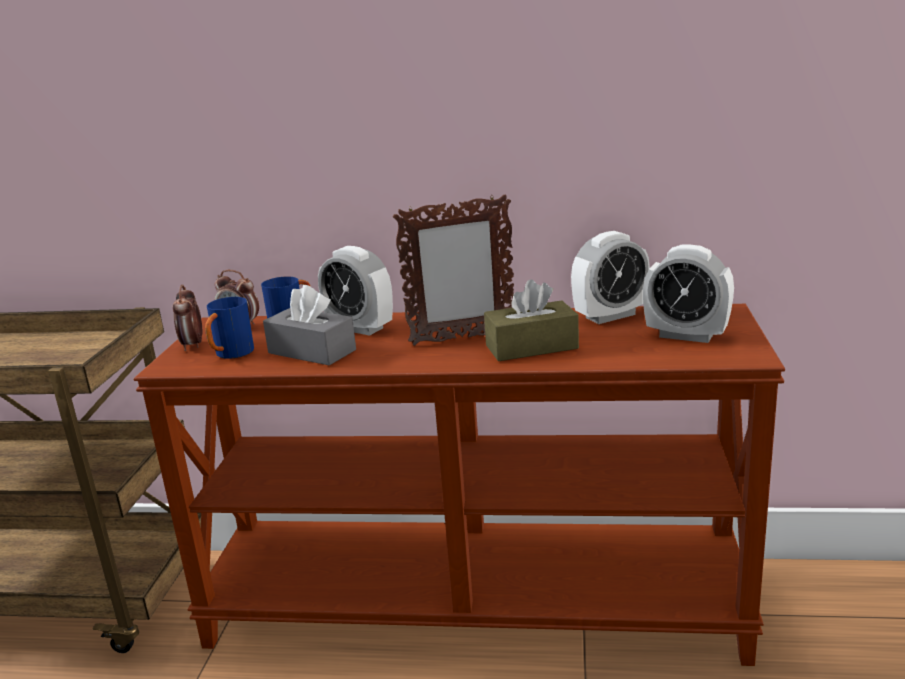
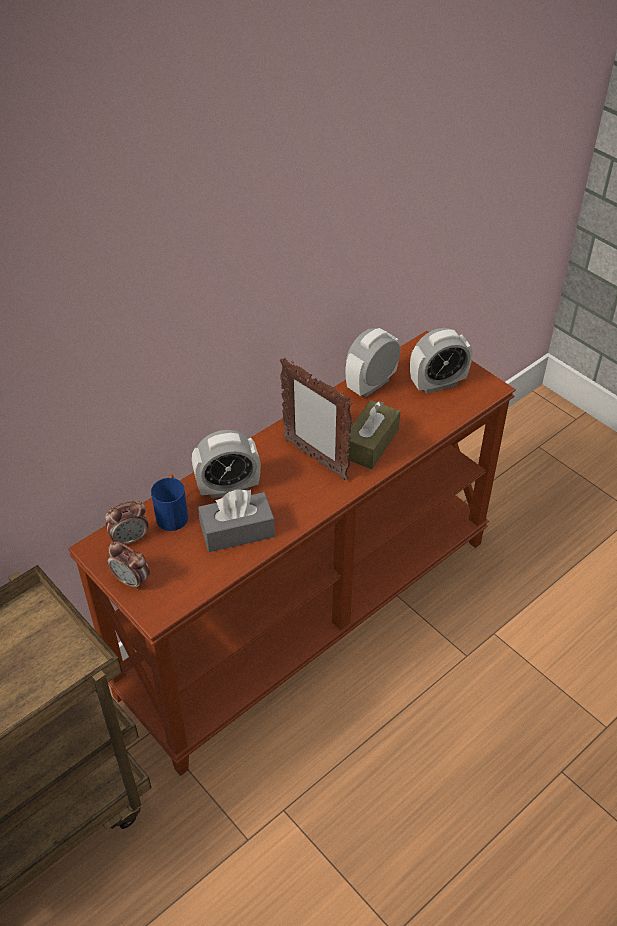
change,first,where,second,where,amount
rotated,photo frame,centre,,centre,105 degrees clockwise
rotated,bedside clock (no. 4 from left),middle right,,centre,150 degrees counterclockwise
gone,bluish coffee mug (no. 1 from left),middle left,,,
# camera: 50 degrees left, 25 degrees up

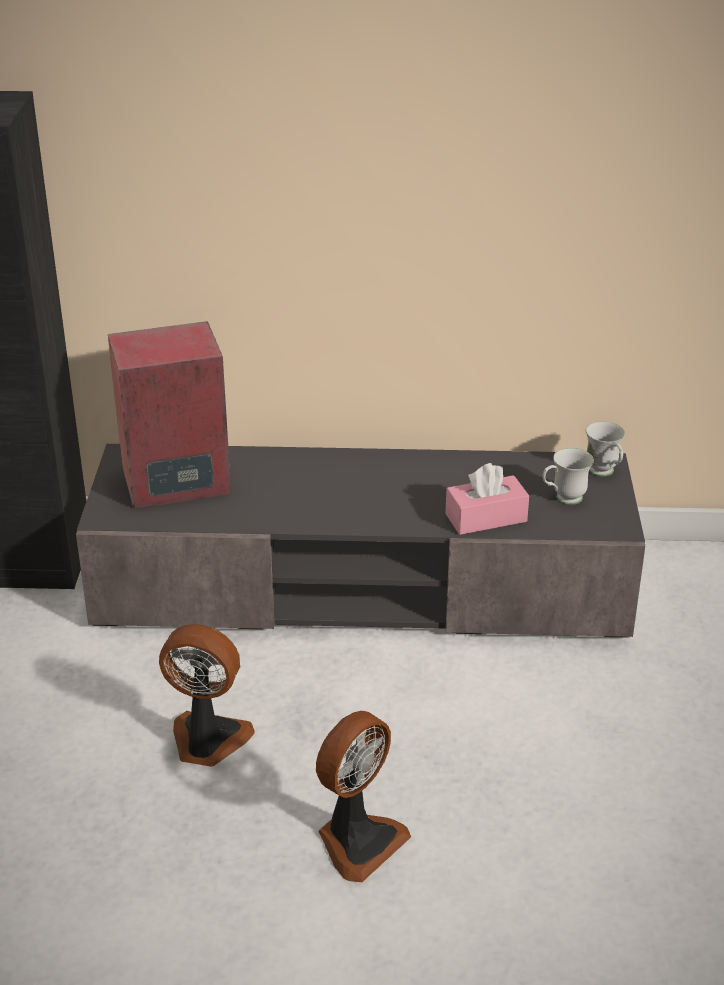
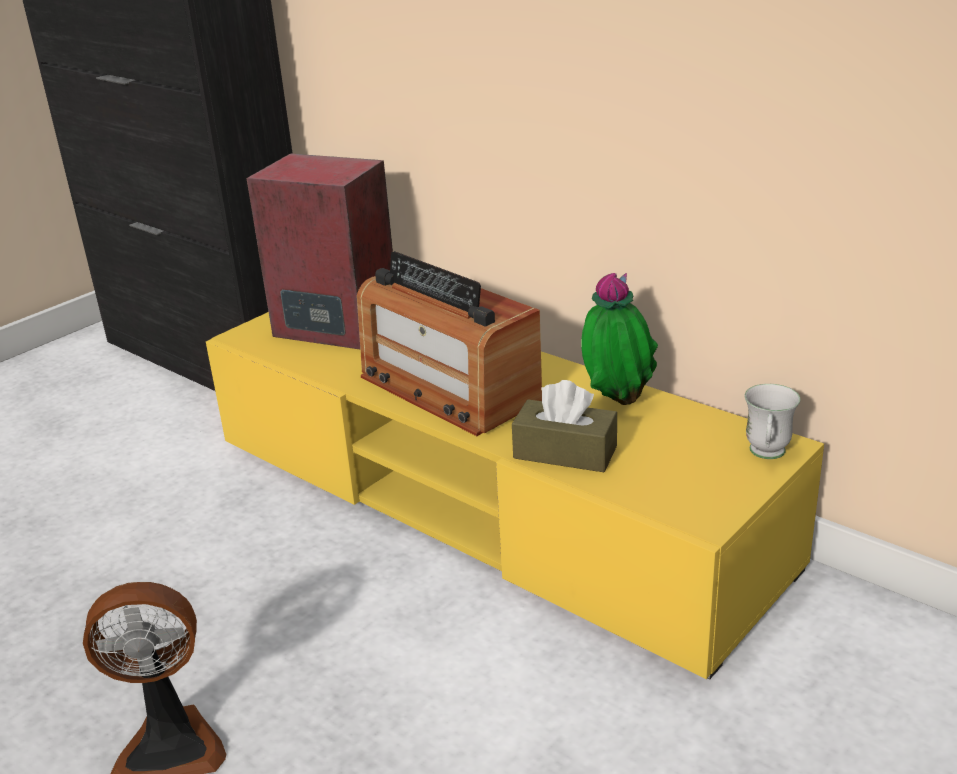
change,first,where,second,where,amount
repainted,gray media console,centre,yellow media console,centre,
new,,,radio,centre,
repainted,pink-coloured box of tissues,middle right,brown box of tissues,centre,
new,,,potted plant,centre,
gone,cooling fan (no. 1 from left),bottom left,,,
gone,white-coloured coffee mug (no. 1 from left),middle right,,,
# camera: 40 degrees right, 5 degrees down

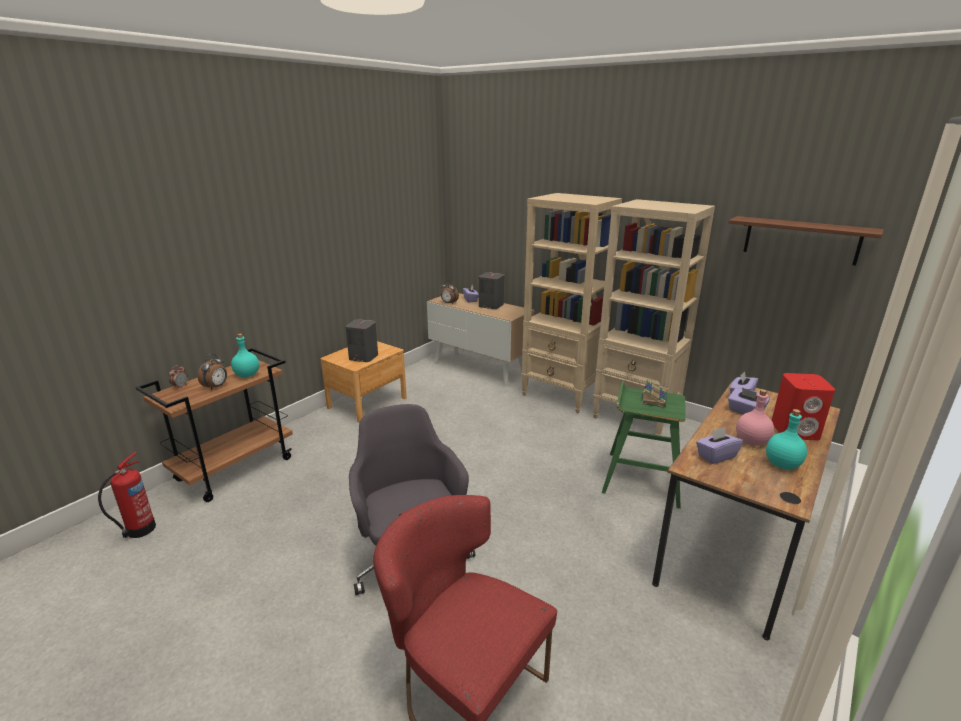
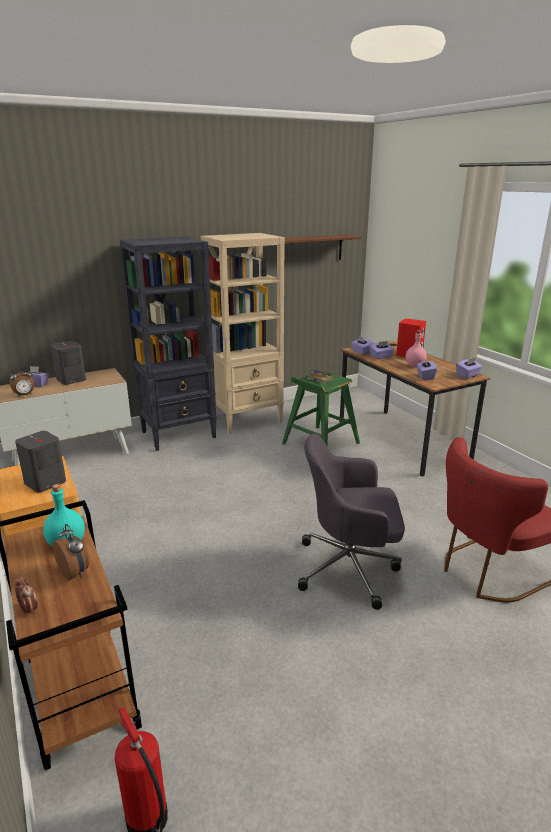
change,first,where,second,where,amount
repainted,sand-coloured bookcase (no. 1 from left),centre,black-coloured bookcase,middle left,
new,,,purple-coloured box of tissues (no. 5 from left),middle right,
gone,turquoise beverage bottle (no. 2 from left),middle right,,,
# camera: 65 degrees left, 0 degrees up

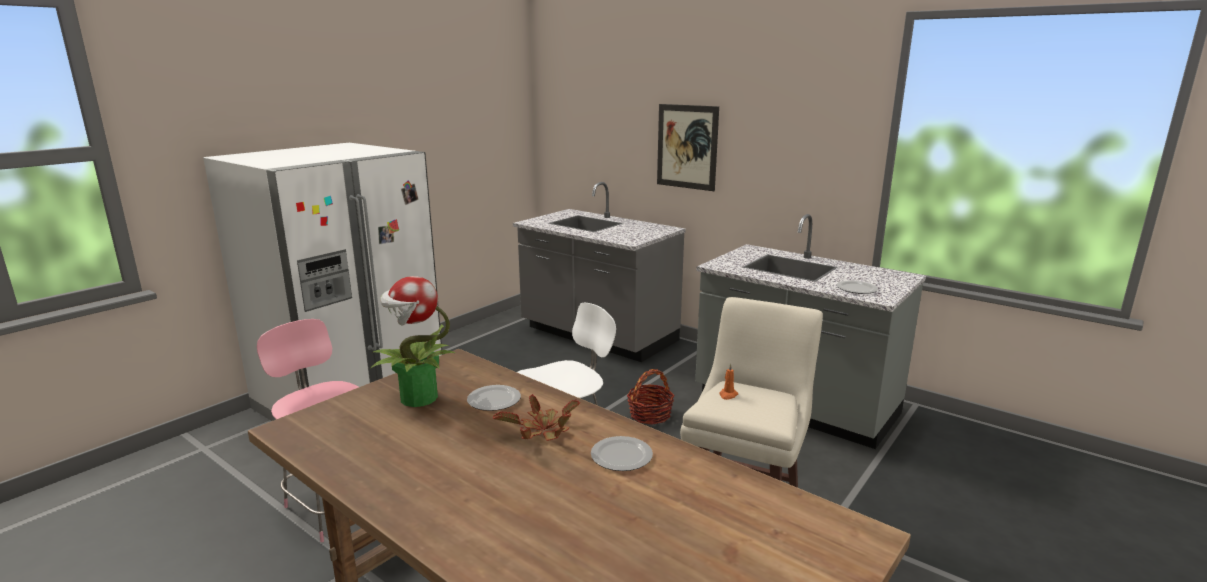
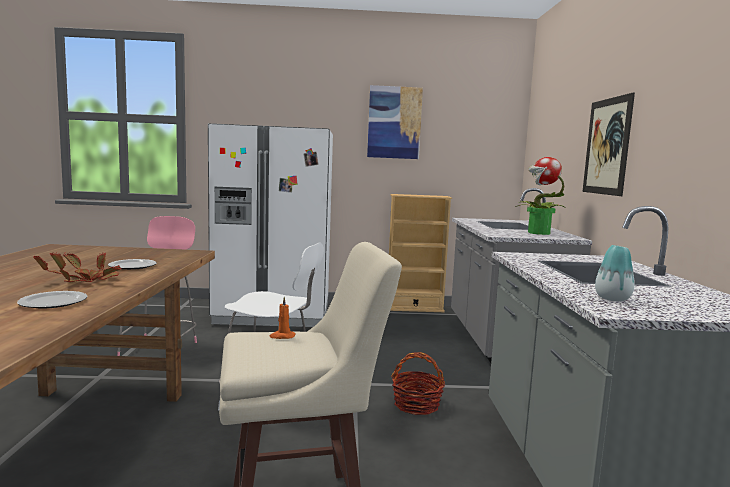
change,first,where,second,where,amount
new,,,wall art (no. 1 from left),top centre,
new,,,sand-coloured bookcase,centre,
shifted,potted plant (no. 1 from left in the first image),centre,potted plant (no. 2 from left),middle right,
swapped,dinner plate (no. 3 from left),middle right,flower vase,middle right,
# camera: 50 degrees right, 10 degrees down

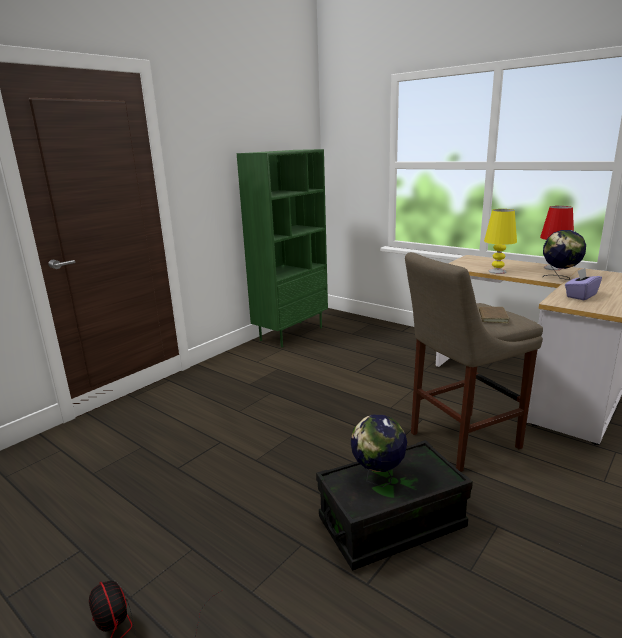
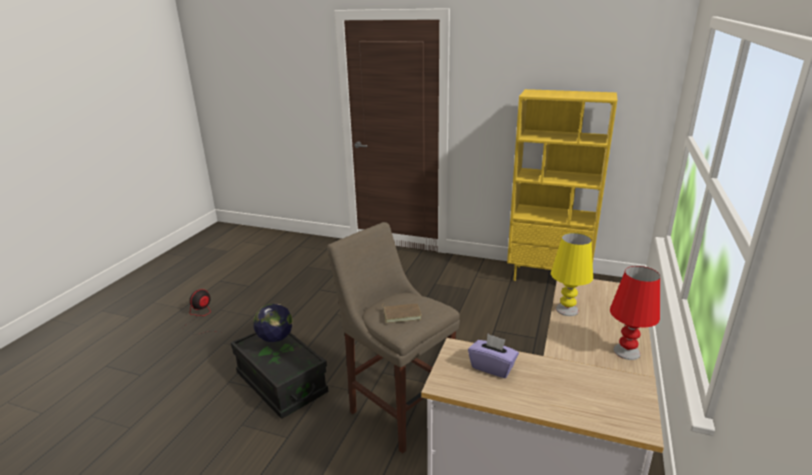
change,first,where,second,where,amount
repainted,green bookcase,centre,yellow bookcase,middle right,
gone,world globe (no. 2 from left),middle right,,,
# camera: 70 degrees right, 5 degrees up

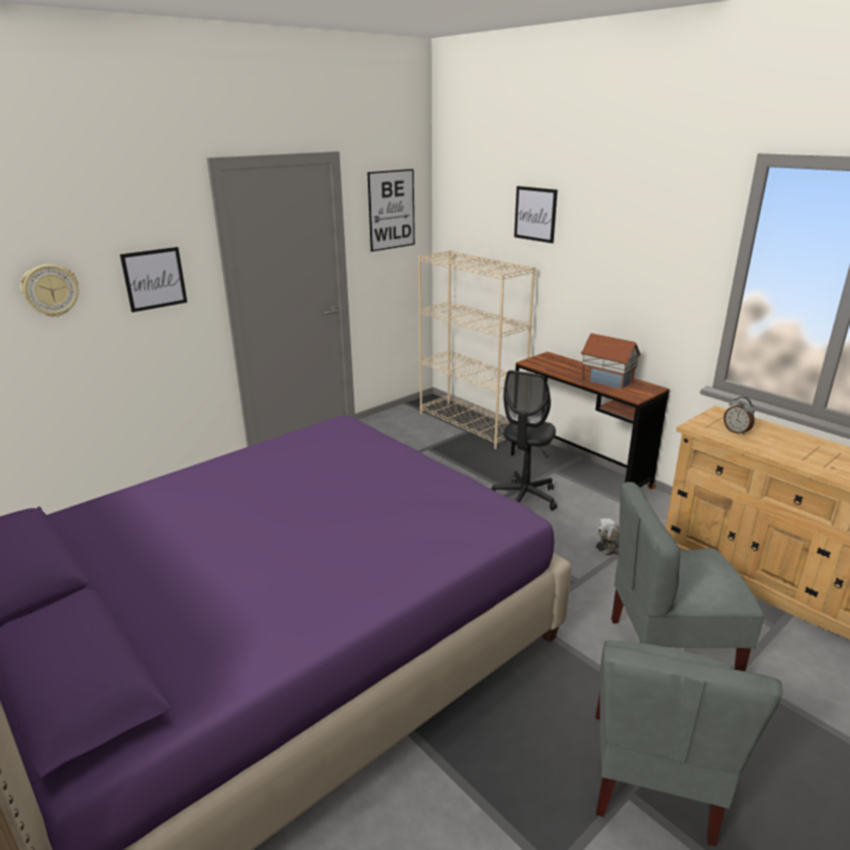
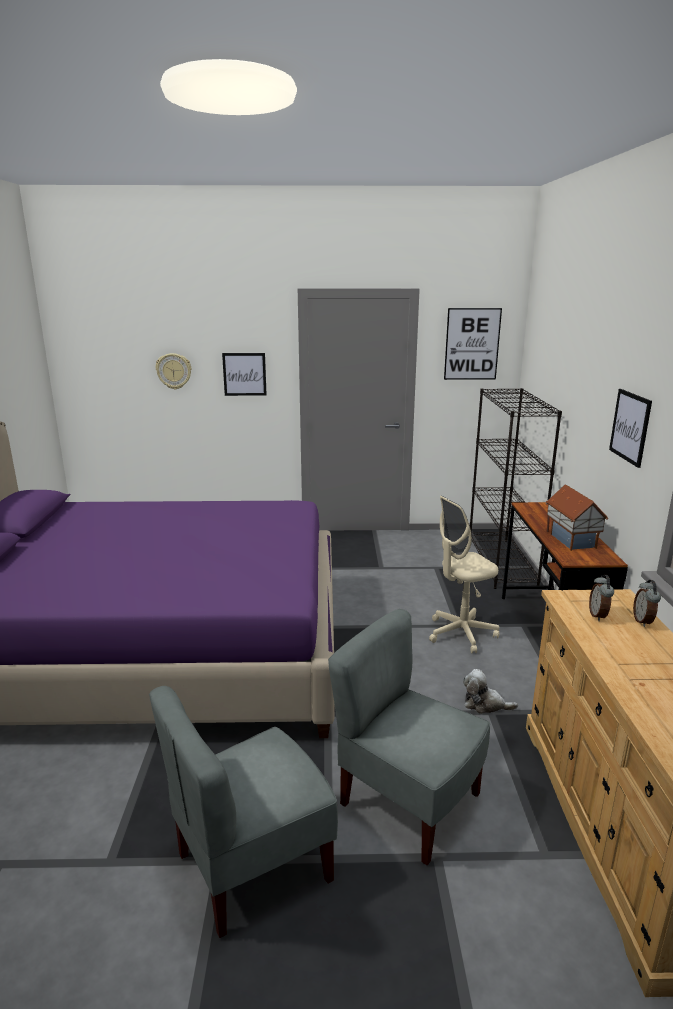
change,first,where,second,where,amount
repainted,black-coloured desk chair,centre,sand-coloured desk chair,middle right,
repainted,sand-coloured bookcase,centre,black-coloured bookcase,middle right,
shifted,wall art (no. 3 from left),top centre,,middle right,
new,,,bedside clock (no. 2 from left),middle right,
# camera: 40 degrees right, 5 degrees down

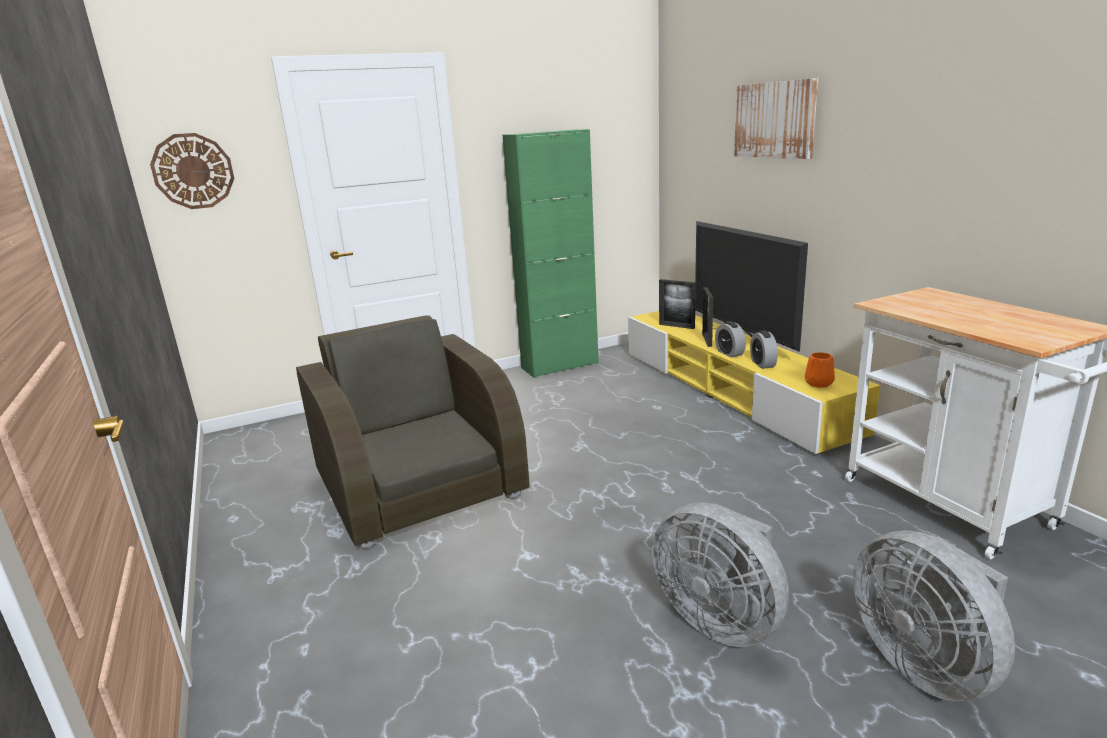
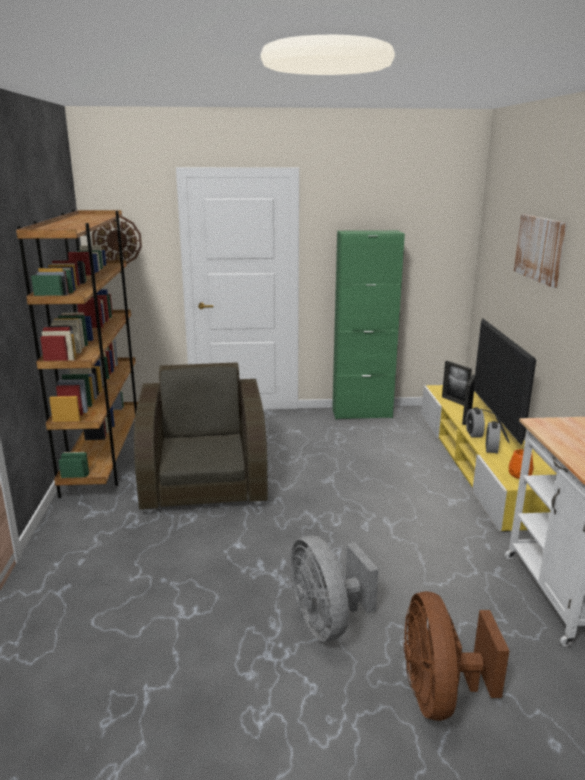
change,first,where,second,where,amount
new,,,brown bookcase,middle left,
repainted,gray cooling fan (no. 2 from left),bottom right,brown cooling fan,bottom right,
# camera: 20 degrees right, 0 degrees up

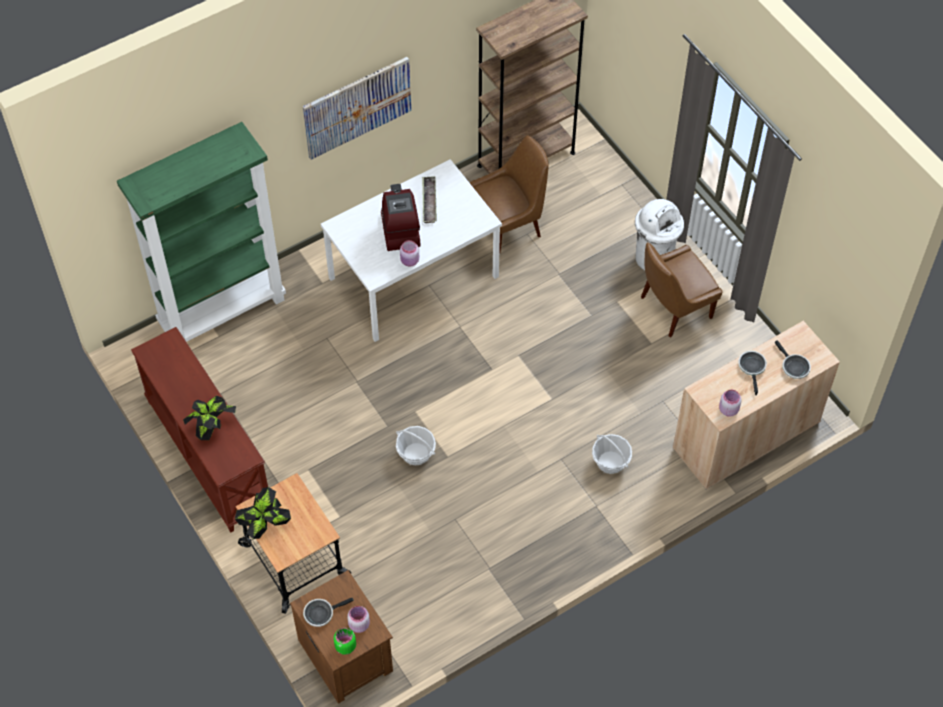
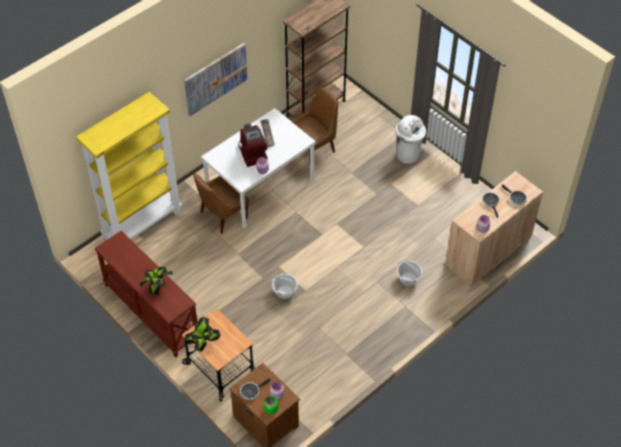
change,first,where,second,where,amount
repainted,green bookcase,top left,yellow bookcase,middle left,
shifted,brown plain chair (no. 2 from left in the first image),middle right,brown plain chair (no. 1 from left),centre,
# camera: 10 degrees left, 5 degrees down

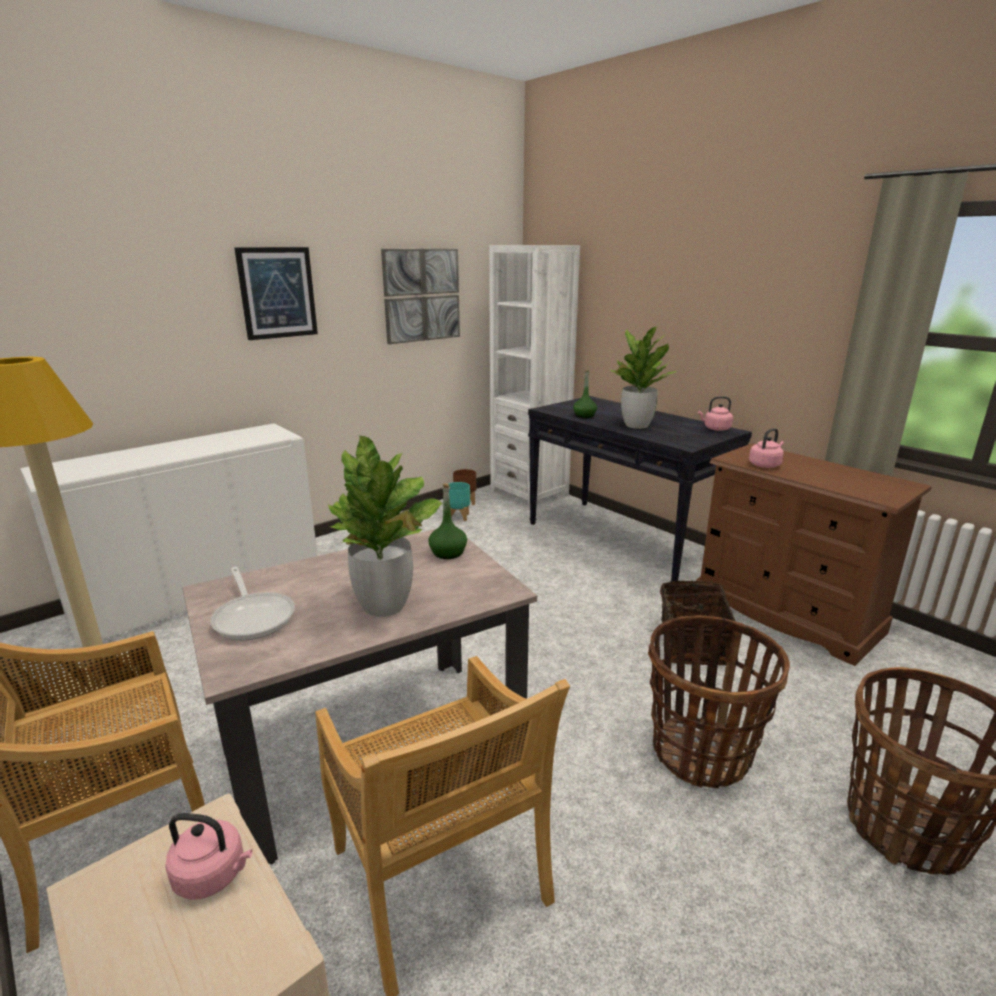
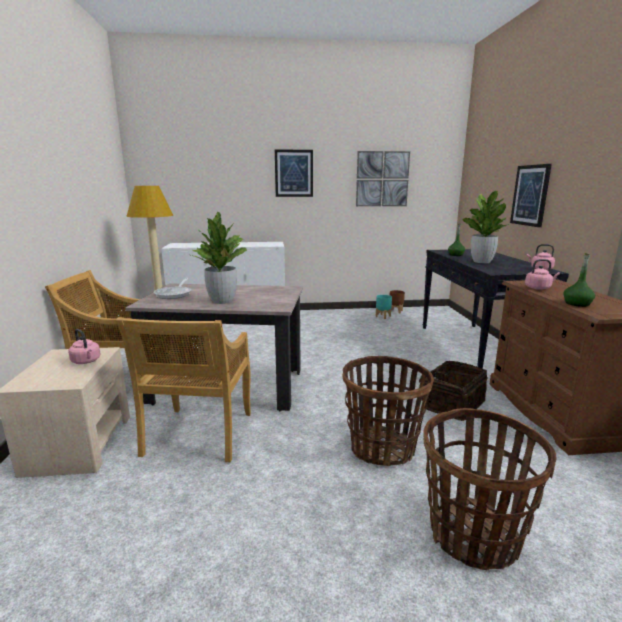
change,first,where,second,where,amount
new,,,wall art (no. 3 from left),top right,
shifted,green beverage bottle (no. 1 from left in the first image),centre,green beverage bottle (no. 2 from left),middle right,
gone,white-coloured bookcase,centre,,,
# camera: 35 degrees right, 5 degrees down

